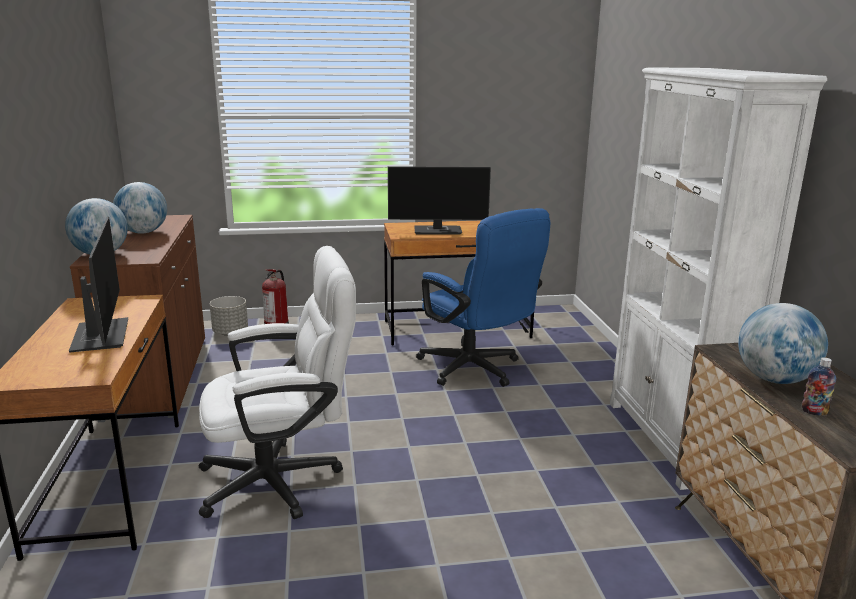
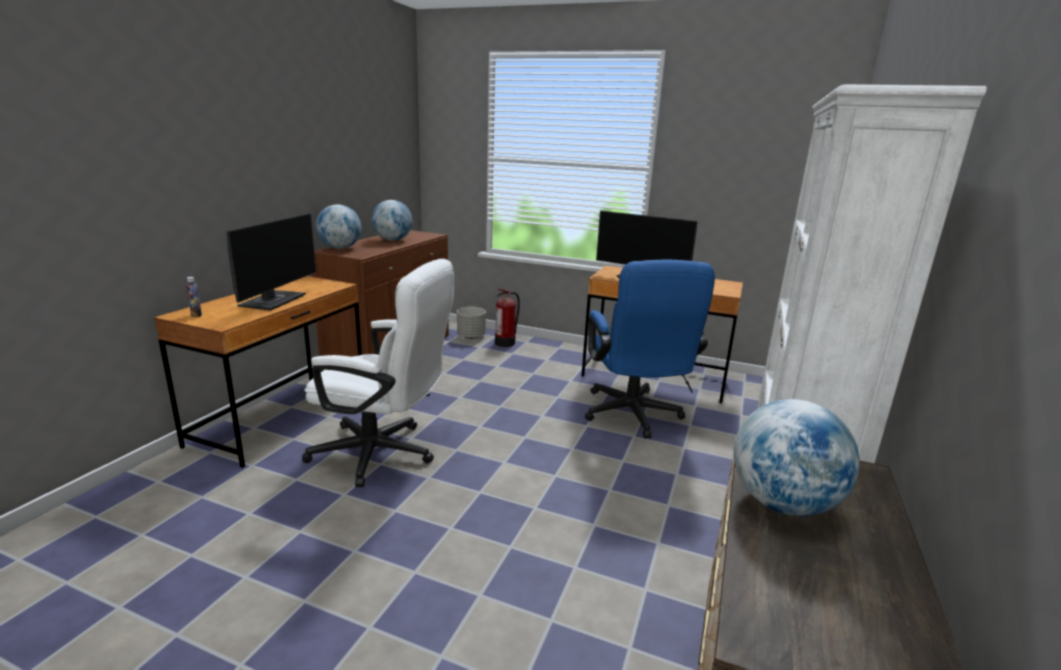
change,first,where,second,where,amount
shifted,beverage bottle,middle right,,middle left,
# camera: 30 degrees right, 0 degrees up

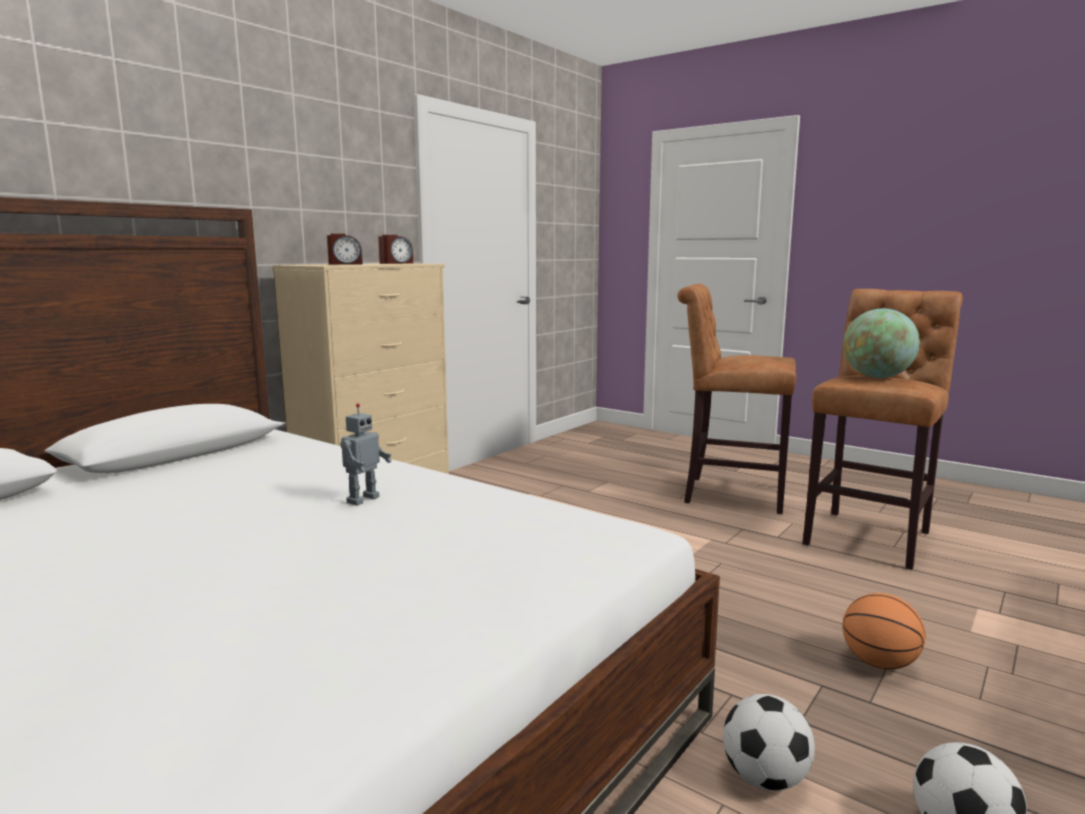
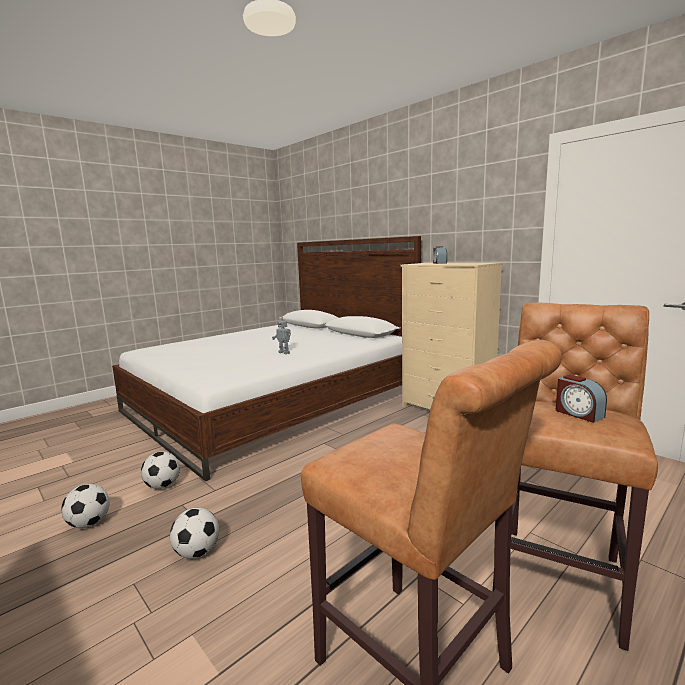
change,first,where,second,where,amount
swapped,basketball,bottom right,football ball (no. 3 from left),bottom left,
shifted,bedside clock (no. 2 from left),top centre,,middle right,
gone,world globe,middle right,,,
# camera: 100 degrees right, 0 degrees up

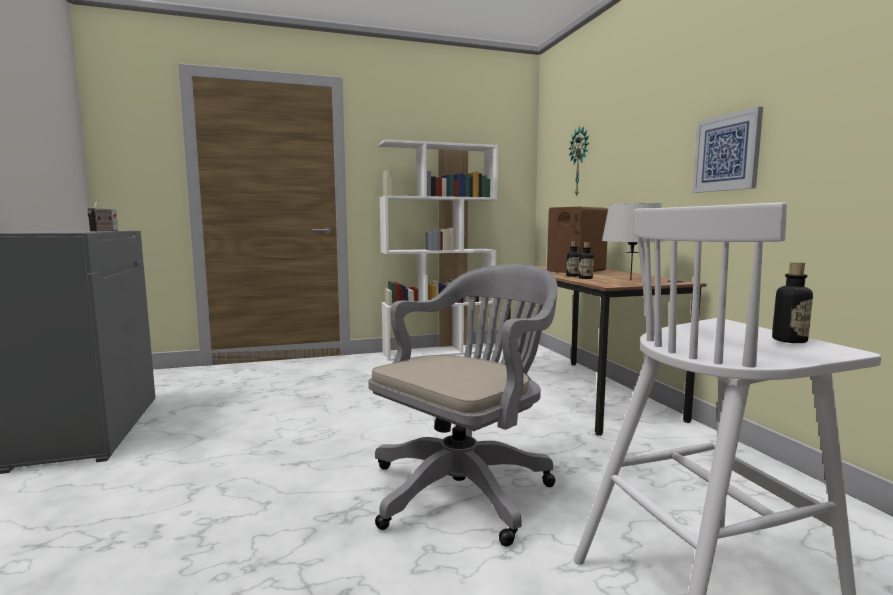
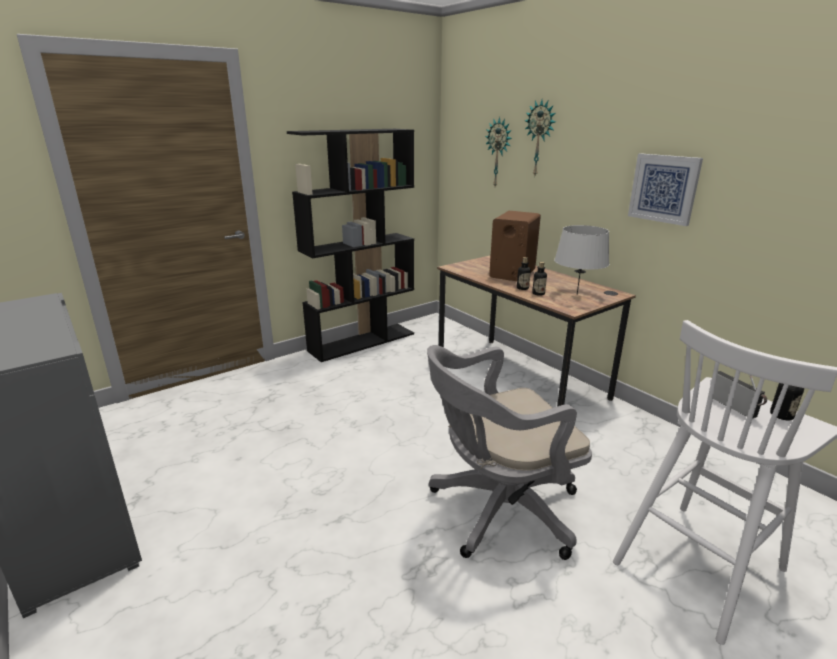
change,first,where,second,where,amount
repainted,white-coloured bookcase,centre,black-coloured bookcase,centre,
rotated,gray desk chair,bottom centre,,bottom centre,135 degrees counterclockwise
new,,,wall clock (no. 2 from left),top centre,
shifted,radio,middle left,,middle right,
# camera: 20 degrees left, 15 degrees up

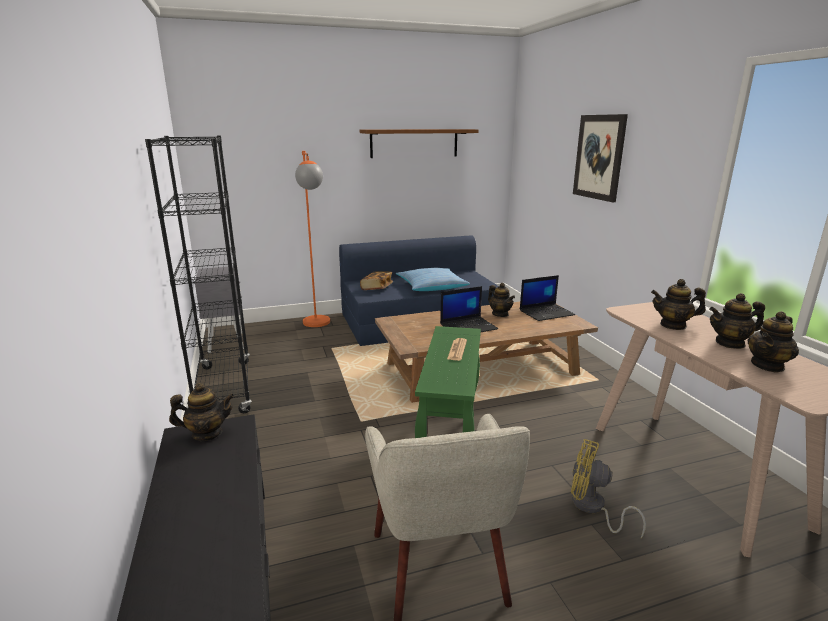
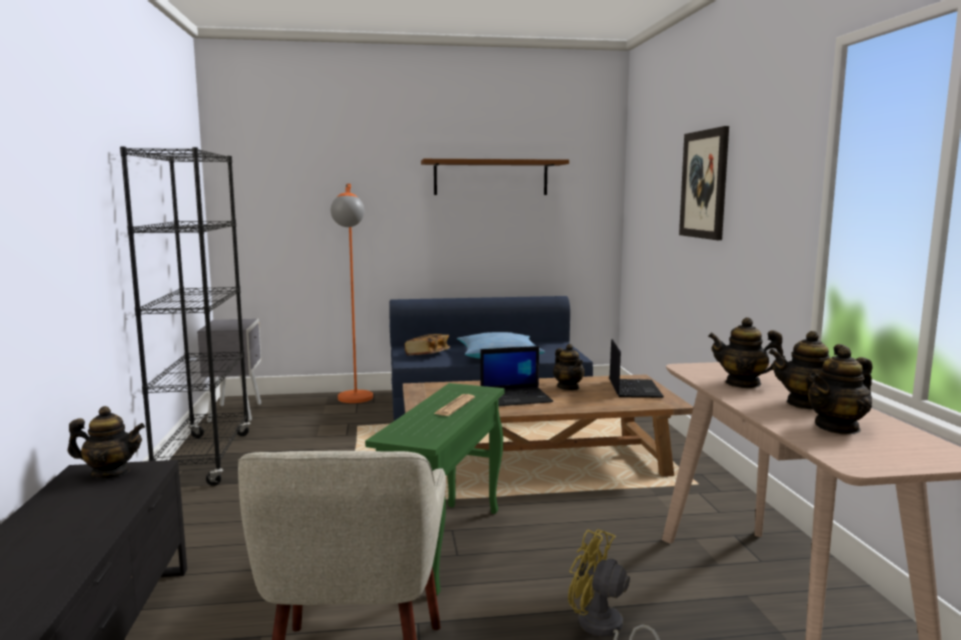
change,first,where,second,where,amount
rotated,notebook computer (no. 2 from left),centre,,centre,75 degrees counterclockwise
# camera: 10 degrees right, 10 degrees down

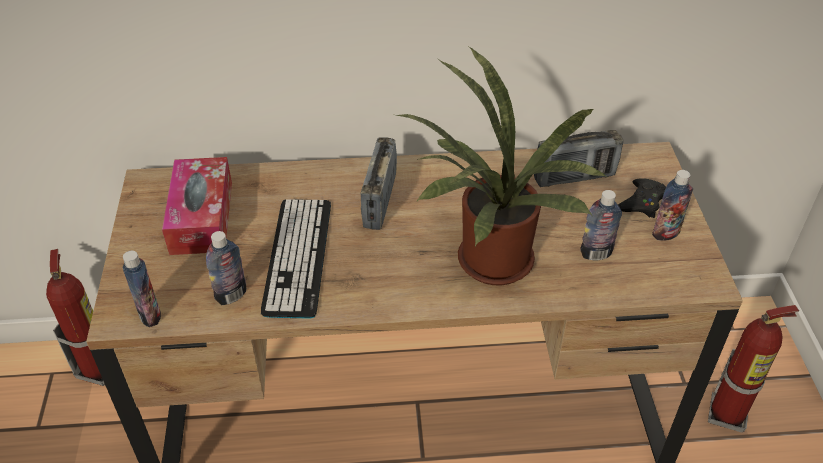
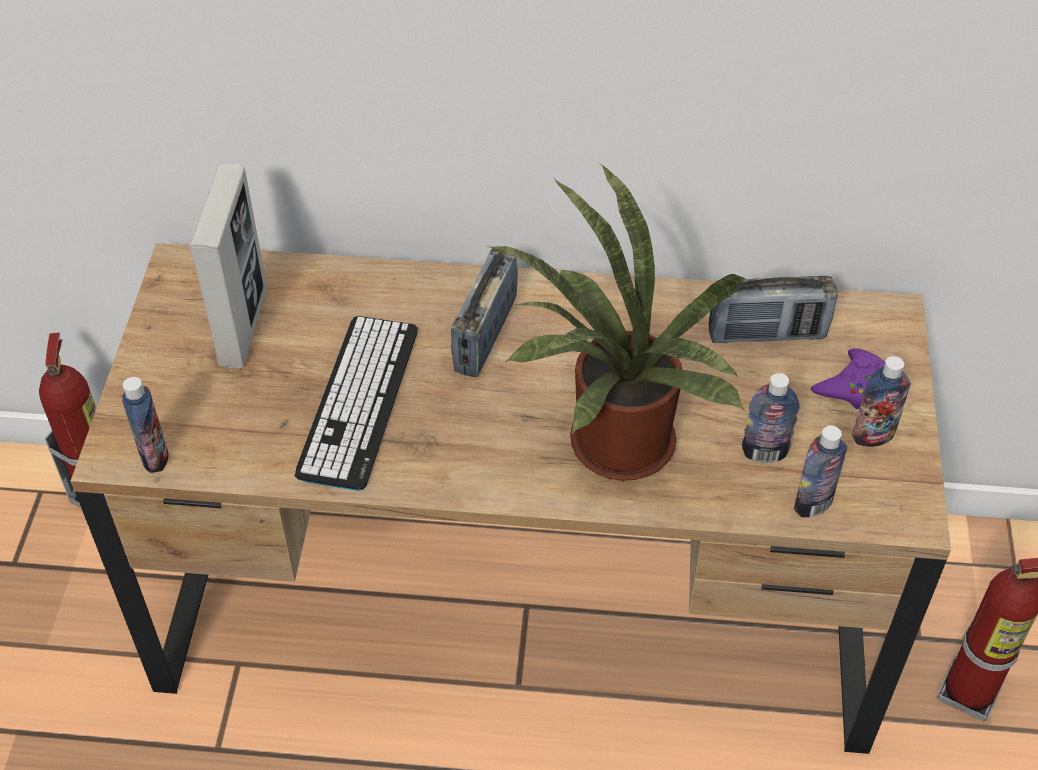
change,first,where,second,where,amount
swapped,box of tissues,middle left,photo frame,middle left,
shifted,beverage bottle (no. 2 from left in the first image),middle left,beverage bottle (no. 3 from left),middle right,
repainted,black-coloured gamepad,middle right,purple-coloured gamepad,middle right,
# camera: 10 degrees right, 5 degrees up

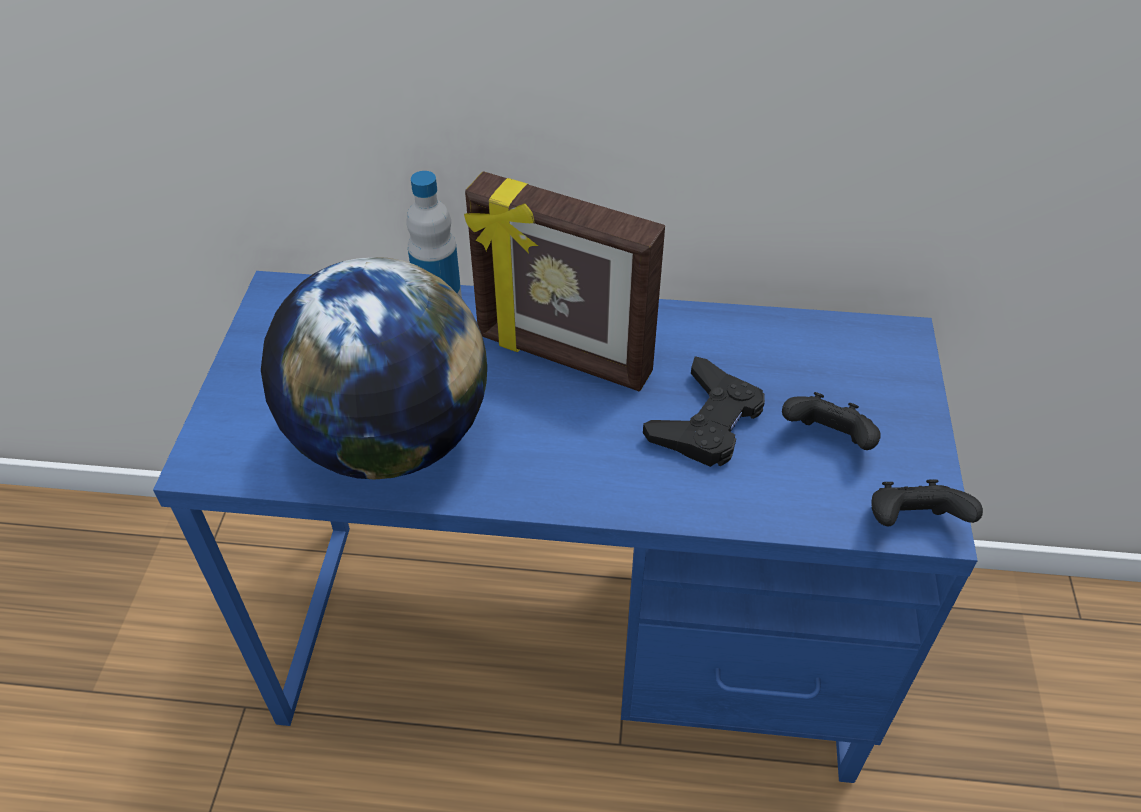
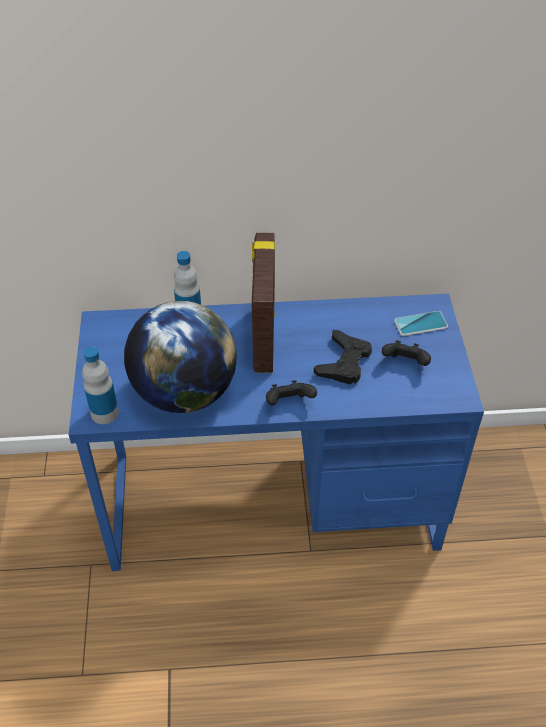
change,first,where,second,where,amount
new,,,beverage bottle (no. 1 from left),middle left,
rotated,photo frame,centre,,centre,75 degrees clockwise
shifted,black-coloured gamepad (no. 3 from left in the first image),middle right,black-coloured gamepad (no. 1 from left),centre,
new,,,phone,middle right,
# camera: 10 degrees left, 0 degrees up

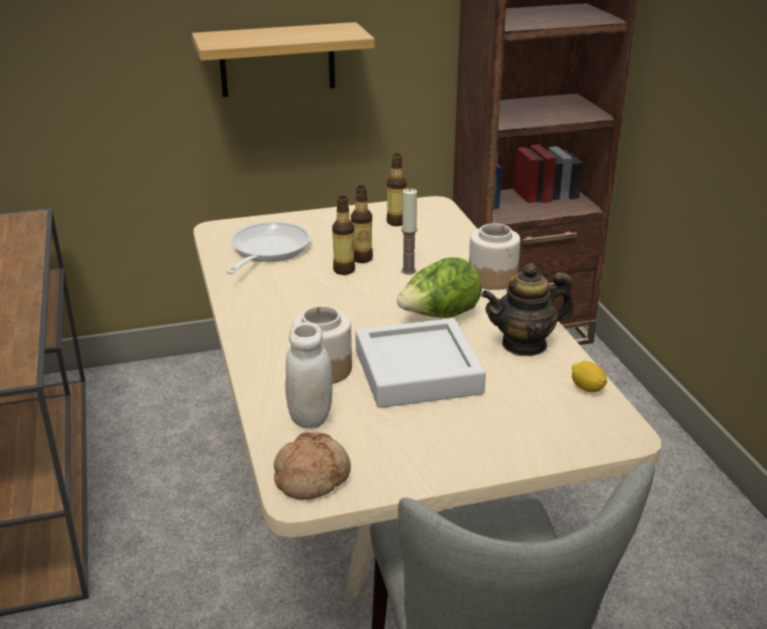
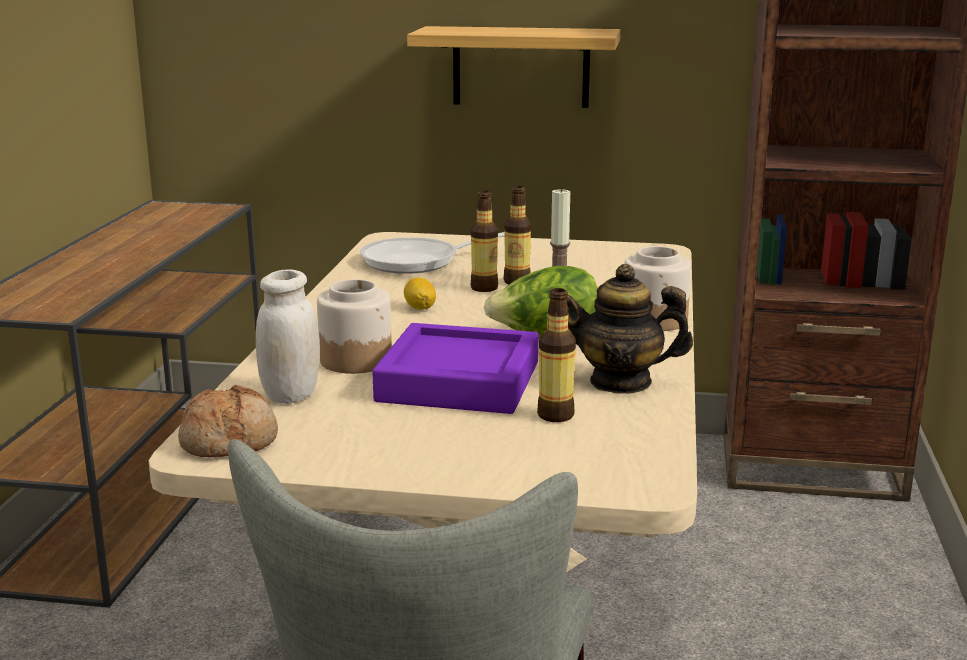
change,first,where,second,where,amount
rotated,skillet,centre,,centre,150 degrees counterclockwise
repainted,gray serving tray,centre,purple-coloured serving tray,centre,
shifted,citrus fruit,middle right,,centre,
shifted,beverage bottle (no. 3 from left),top centre,,centre,
# camera: 25 degrees right, 10 degrees down

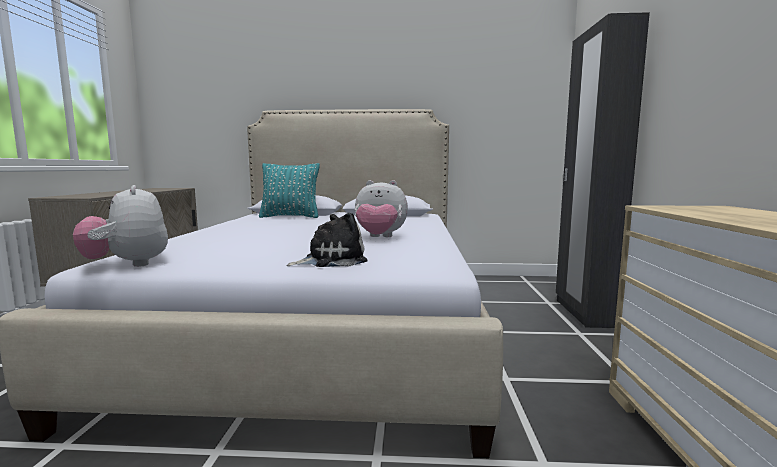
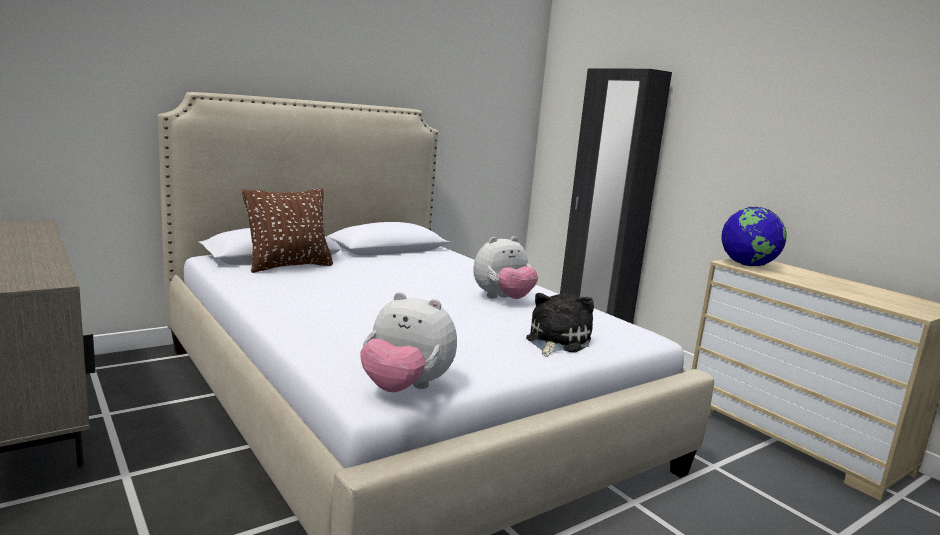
change,first,where,second,where,amount
repainted,turquoise cushion,centre,brown cushion,middle left,
new,,,world globe,middle right,
# camera: 40 degrees left, 5 degrees up

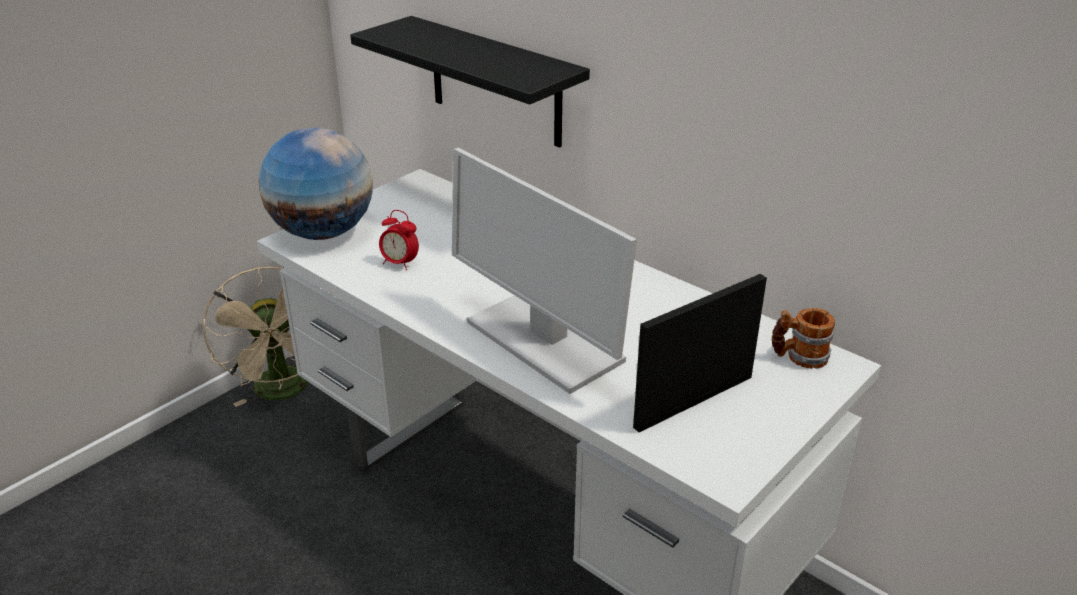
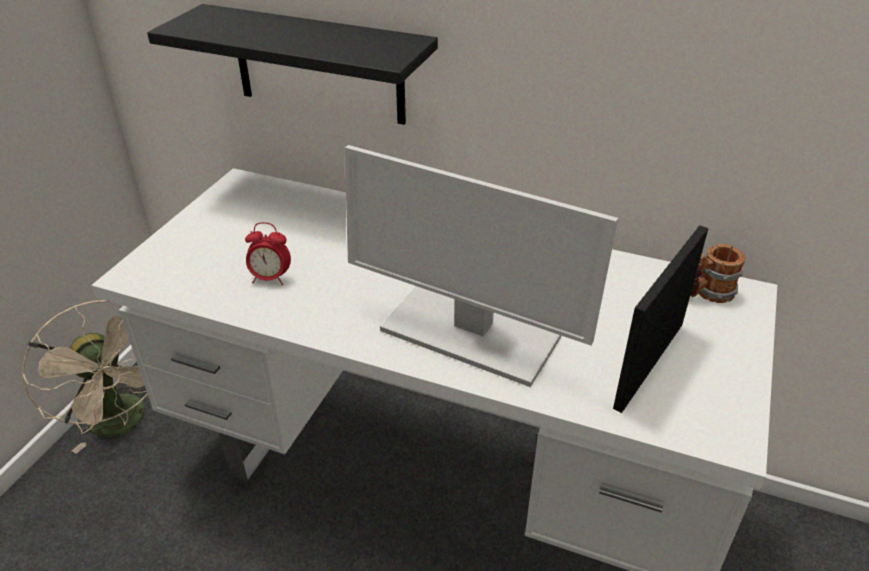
change,first,where,second,where,amount
gone,world globe,top left,,,
# camera: 20 degrees left, 5 degrees up

